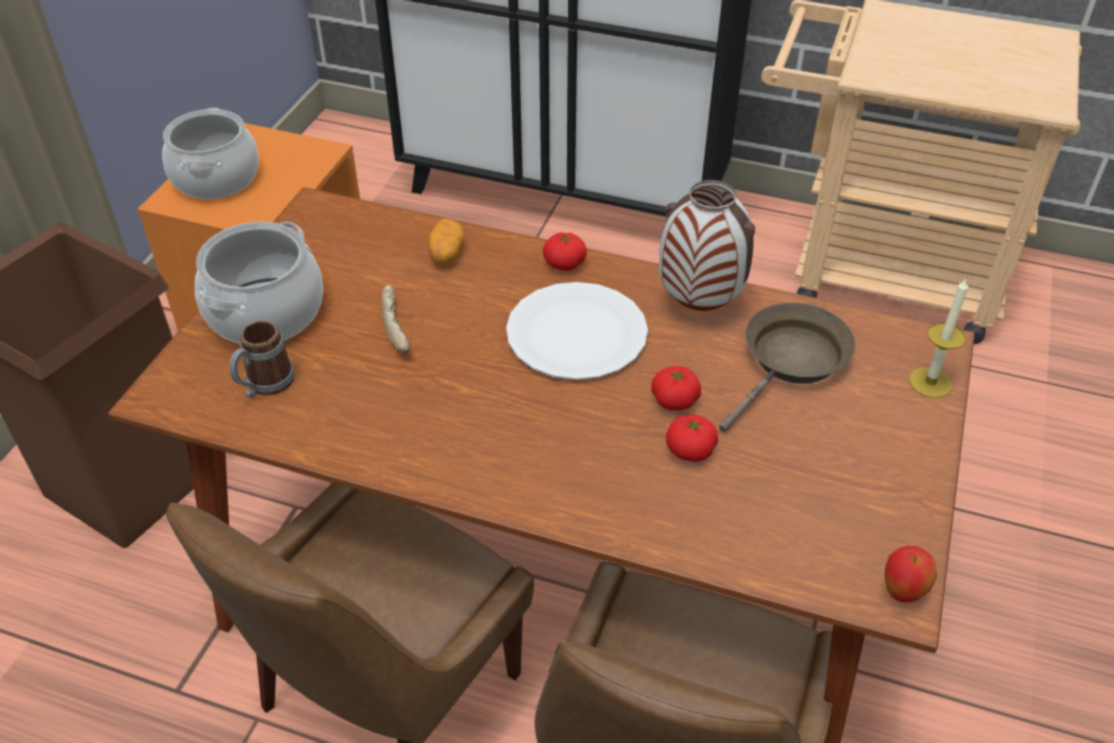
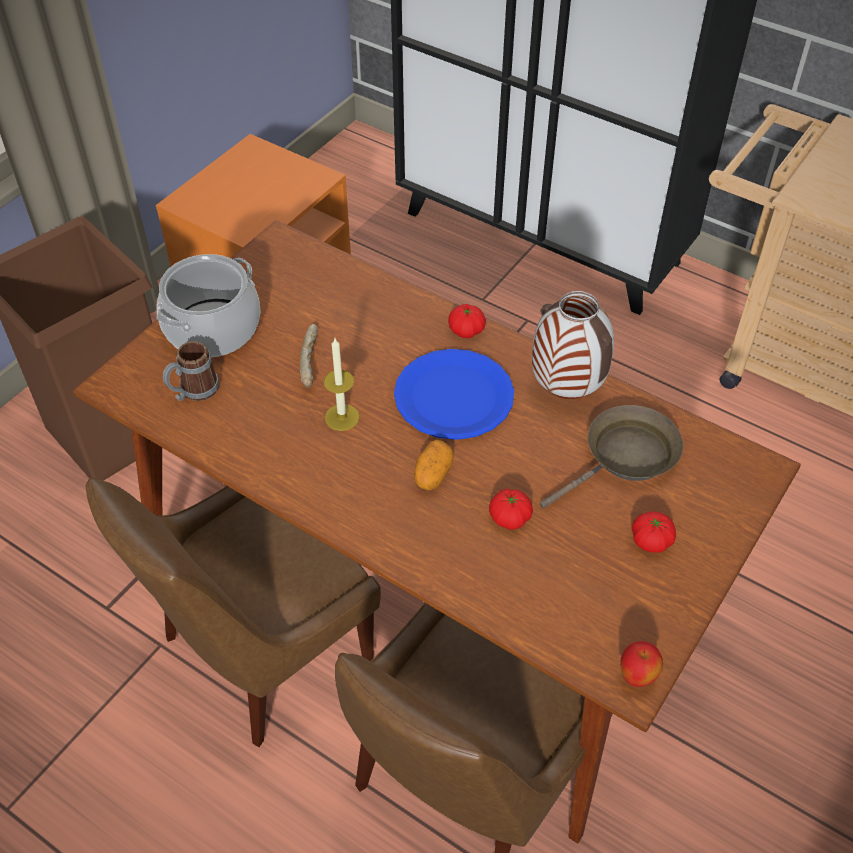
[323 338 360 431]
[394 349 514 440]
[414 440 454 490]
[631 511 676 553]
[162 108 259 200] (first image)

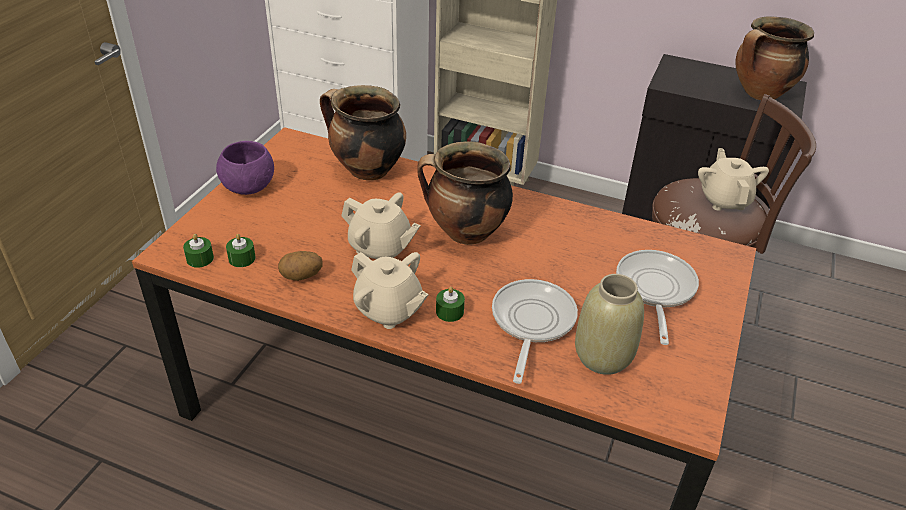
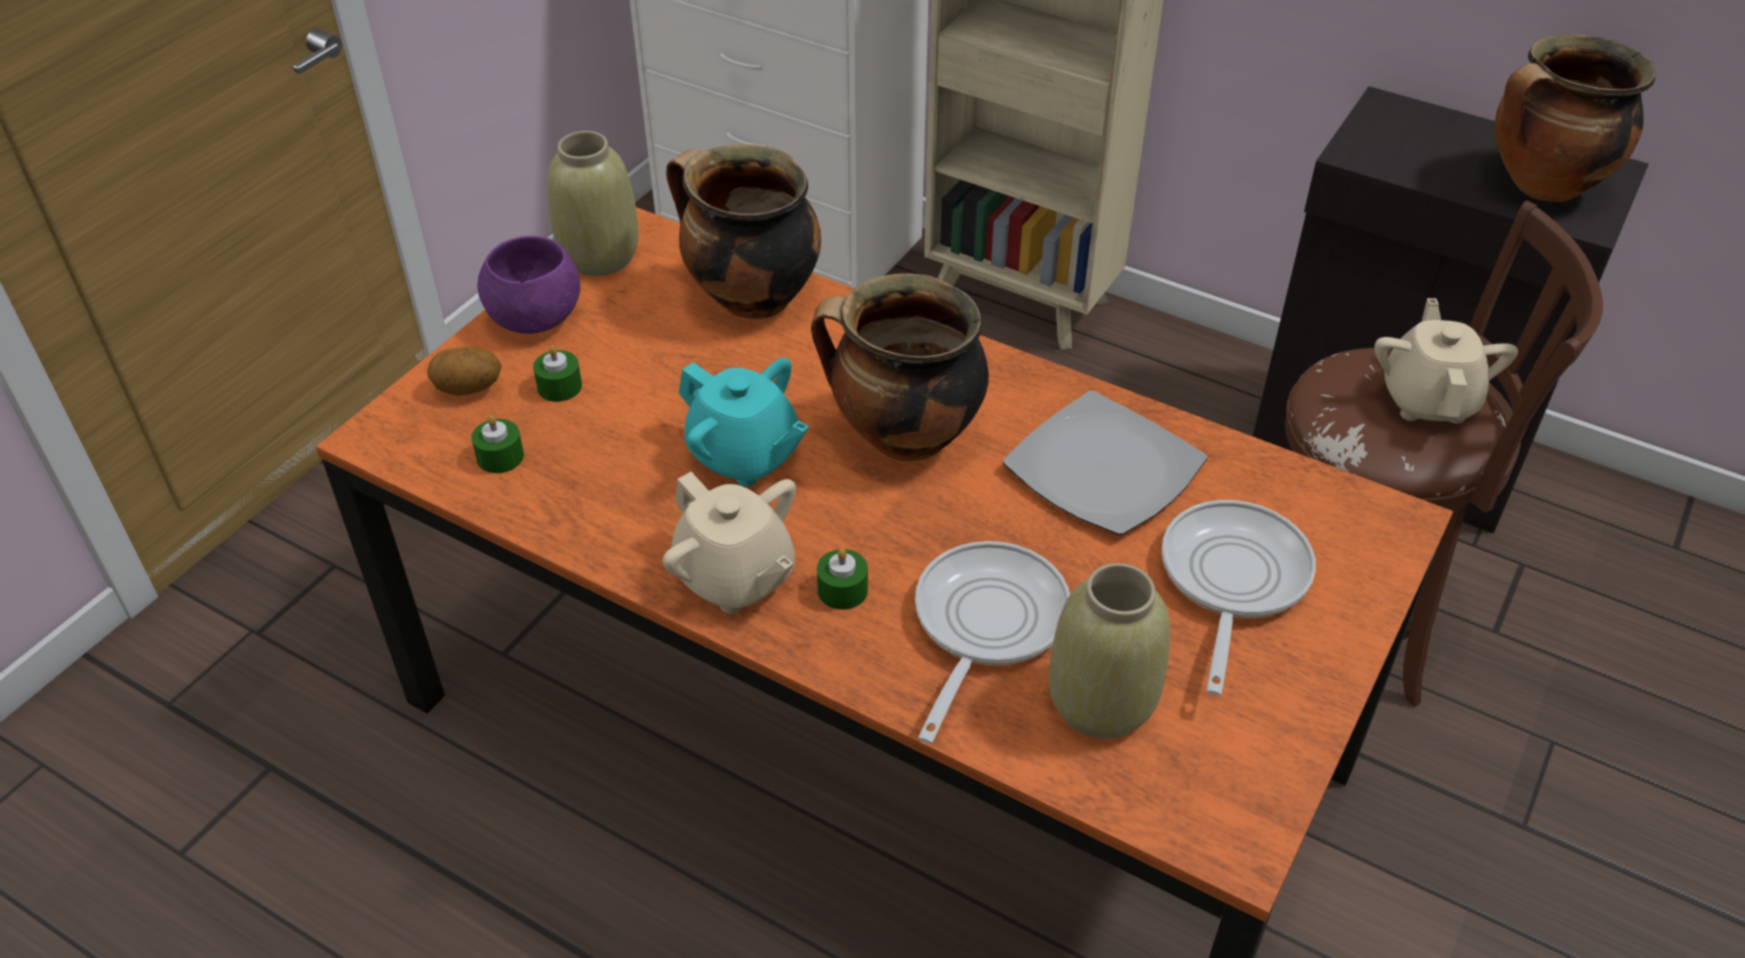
[427 347 502 396]
[533 345 582 402]
[547 131 639 276]
[679 358 809 487]
[1003 391 1207 535]

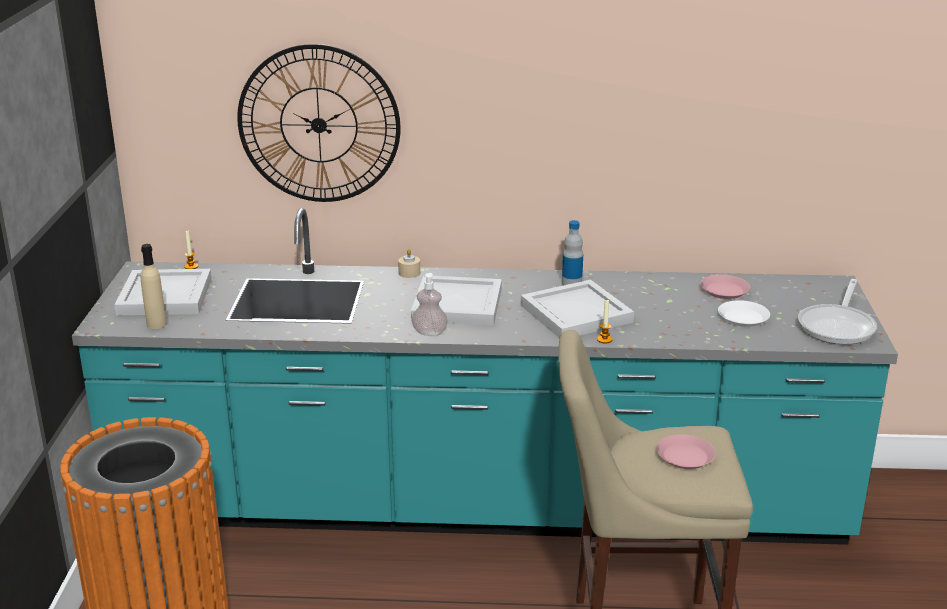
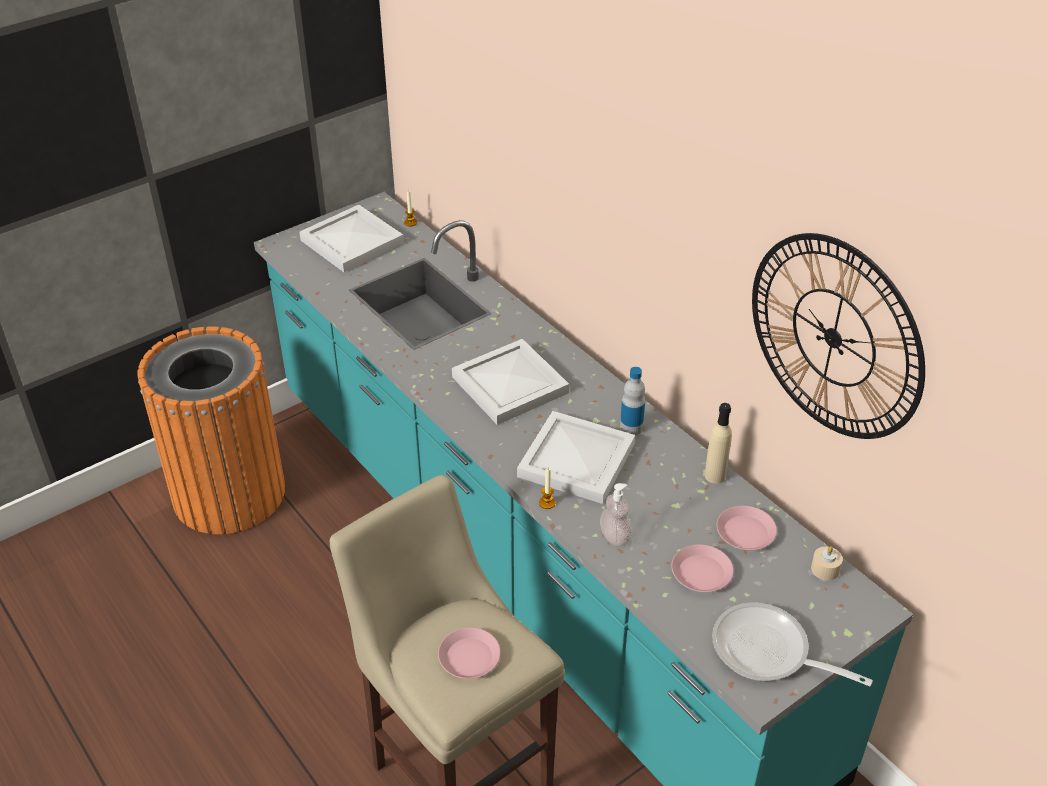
[600 483 632 546]
[671 544 733 592]
[705 403 732 484]
[712 602 873 687]
[752 233 925 439]
[811 546 843 580]

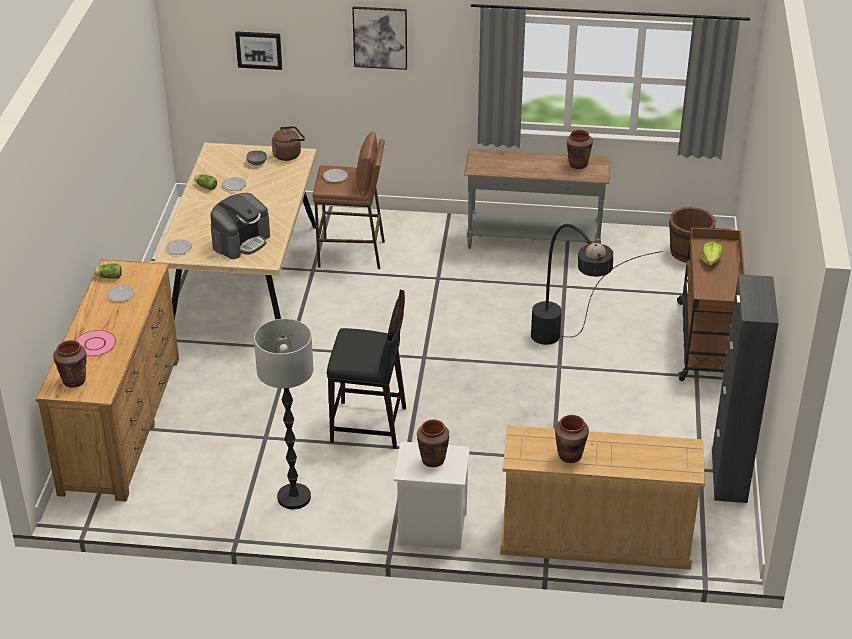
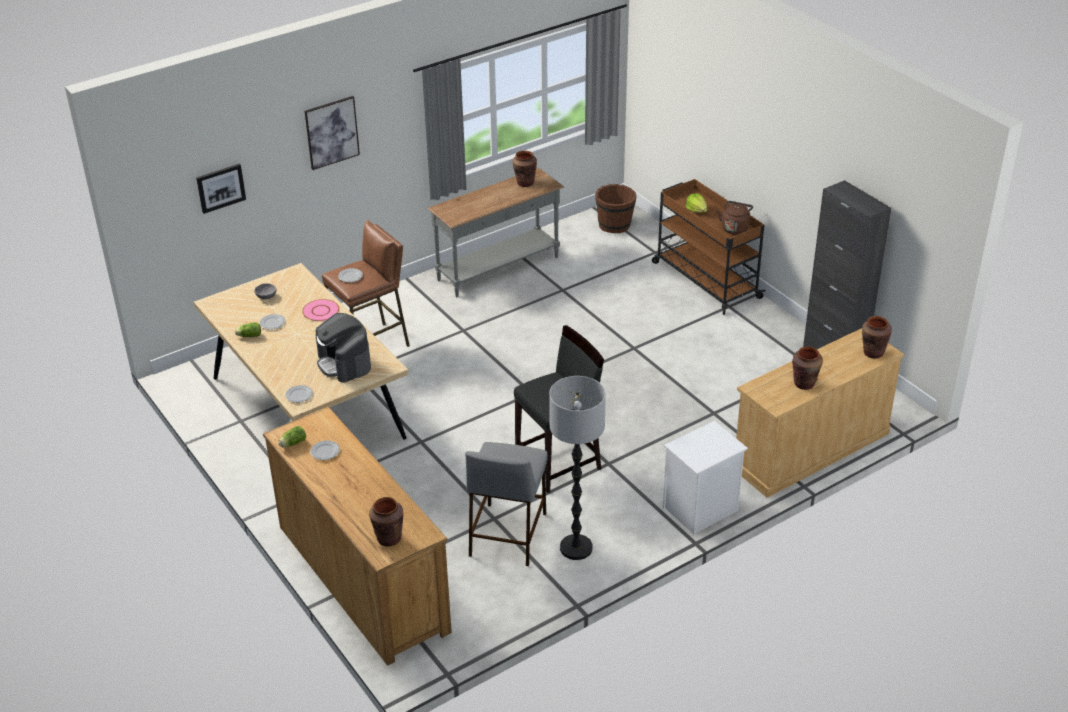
[302 299 339 321]
[315 313 371 383]
[465 442 548 566]
[717 201 753 235]
[862 316 892 359]
[531 224 663 345] (first image)

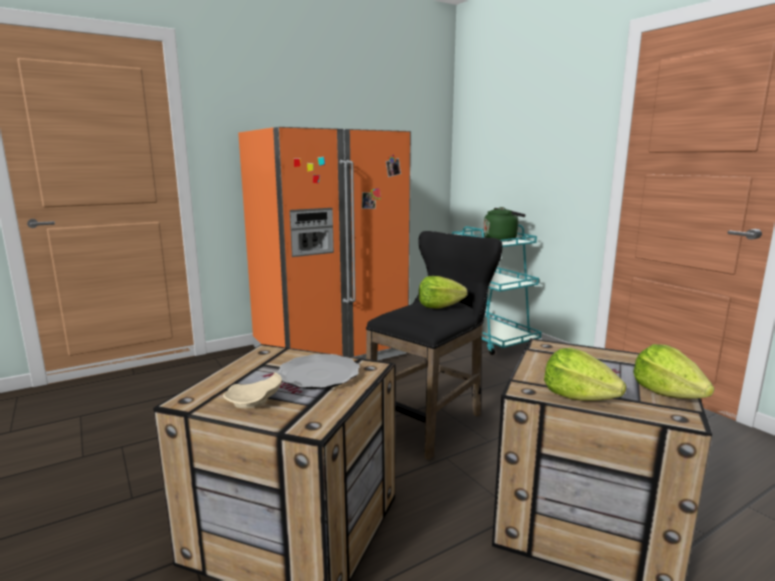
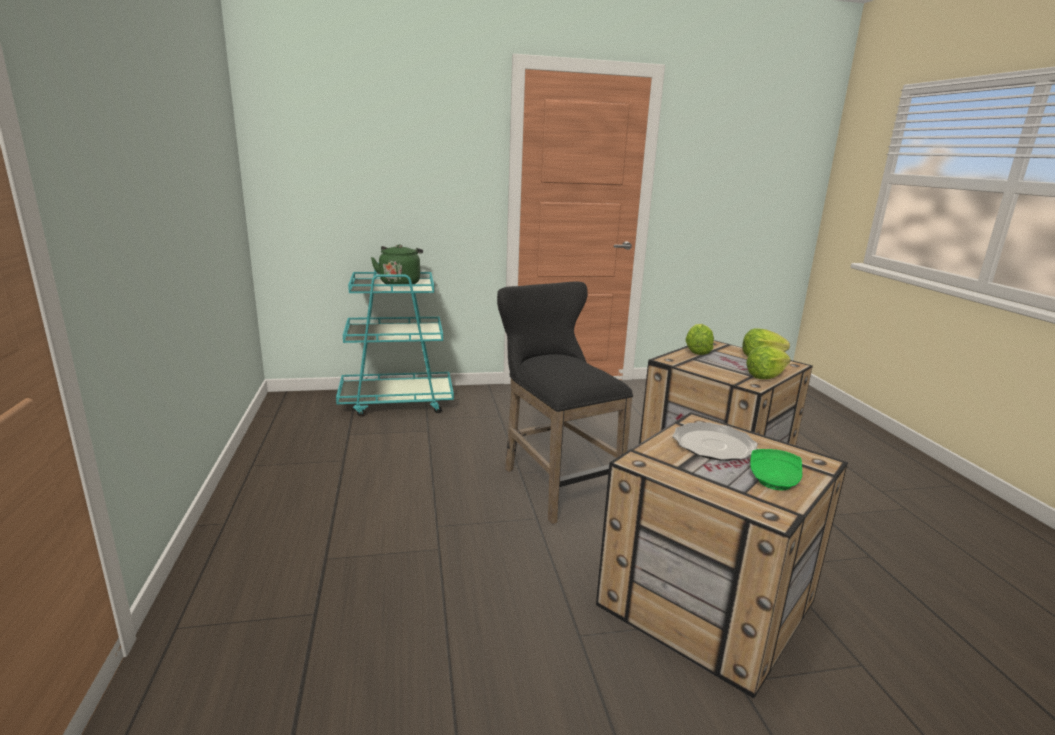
[685 324 714 355]
[750 449 802 490]
[238 127 411 360] (first image)

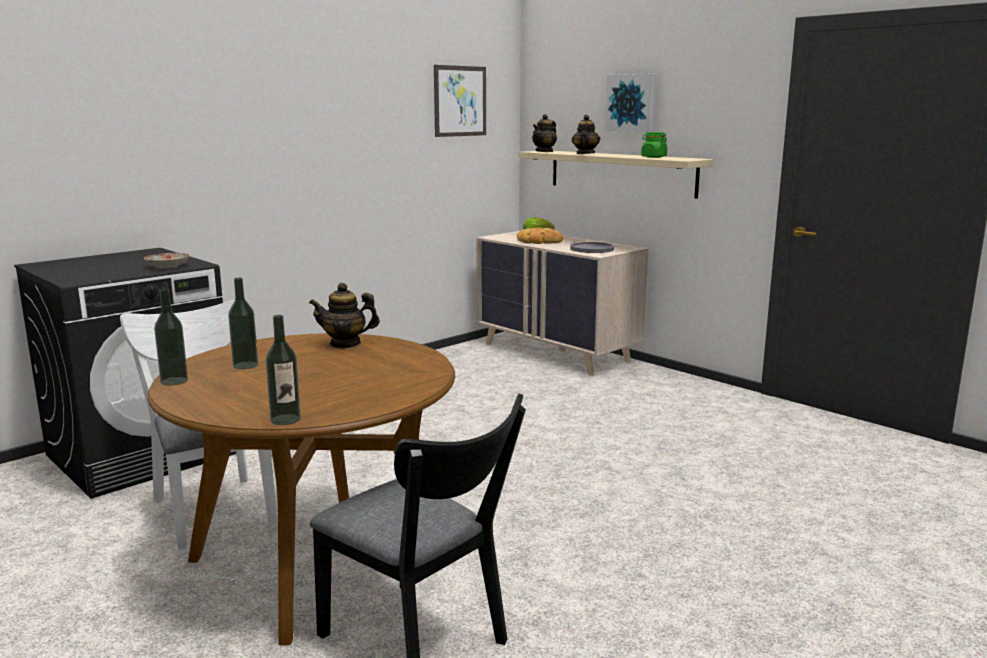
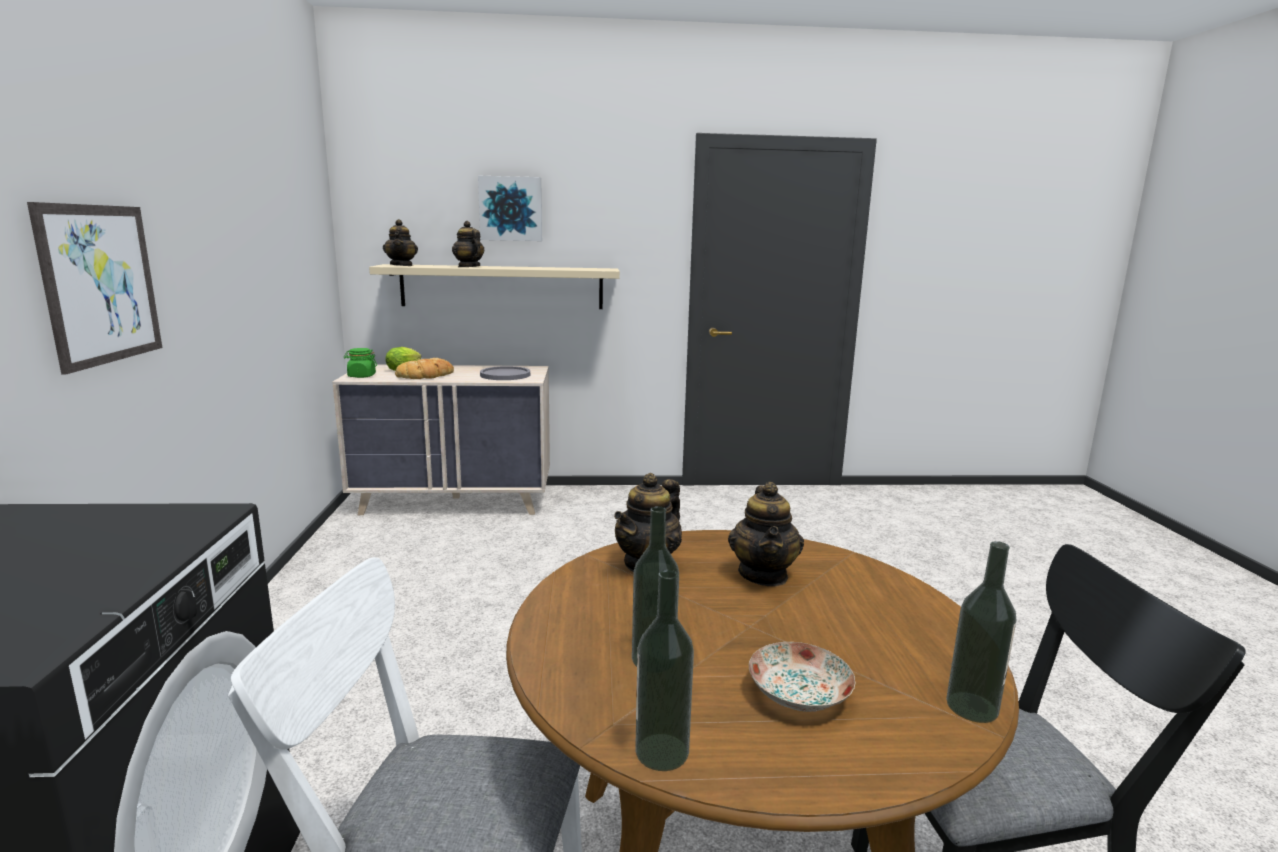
[27 202 162 375]
[344 348 377 378]
[728 481 804 586]
[749 642 855 712]

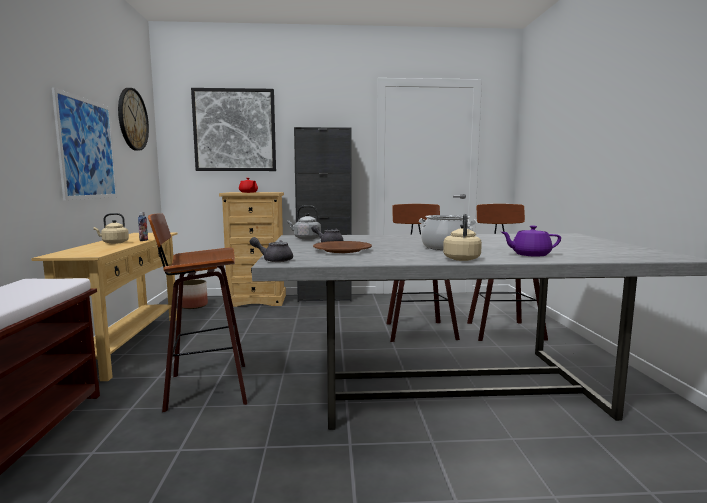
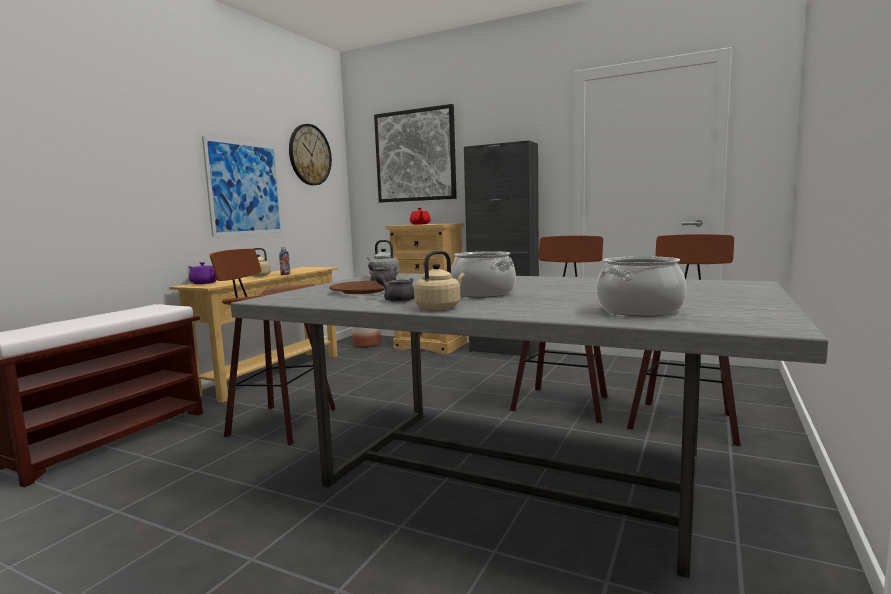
[188 262 217 284]
[375 273 414 302]
[596 256 686 316]

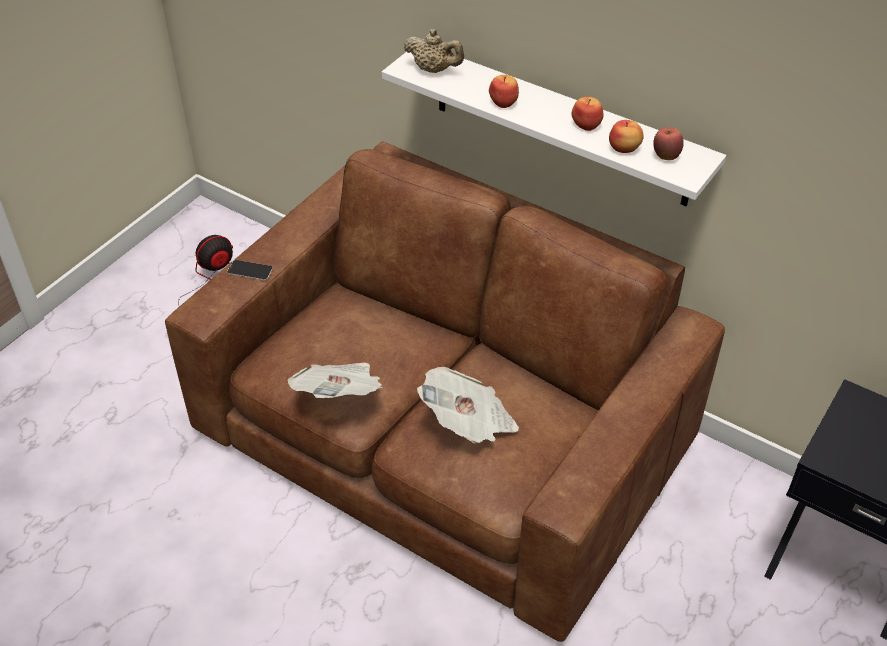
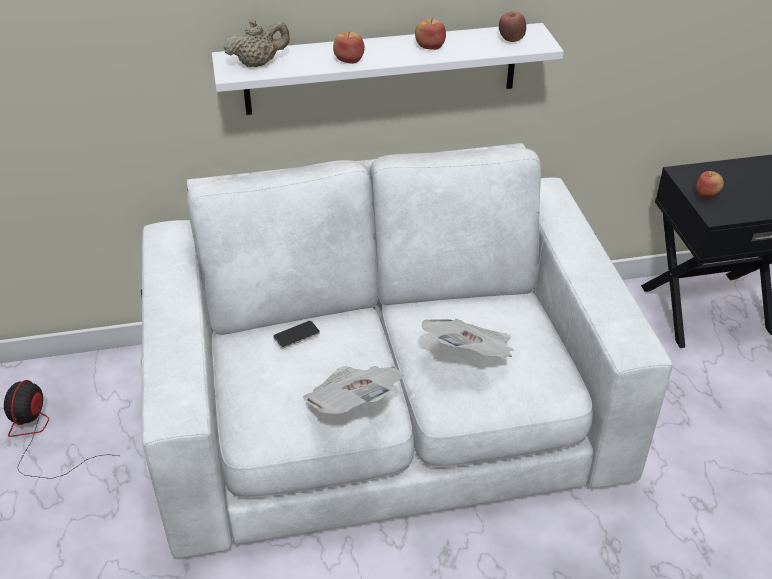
[141 143 673 558]
[273 321 320 348]
[696 171 724 198]

